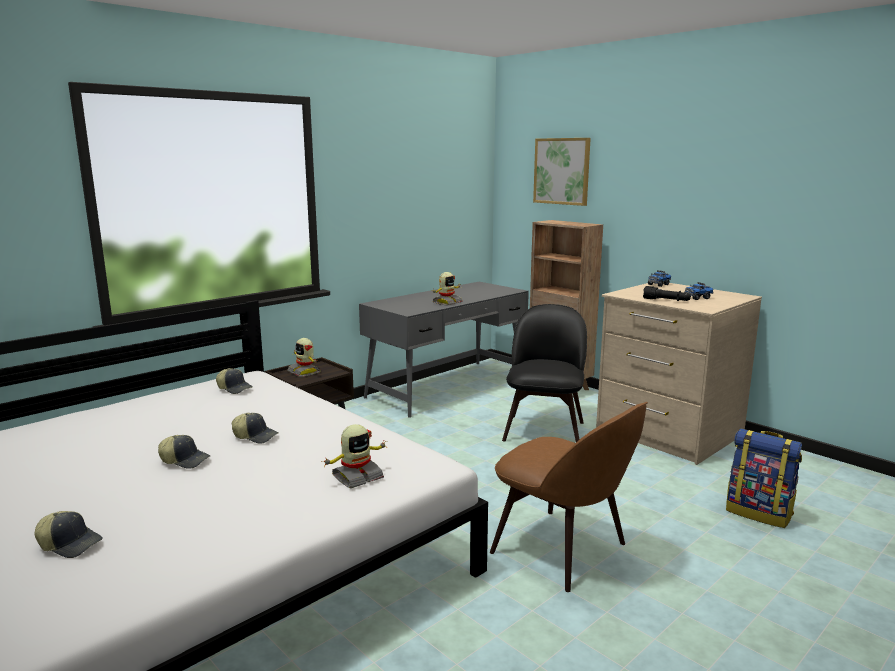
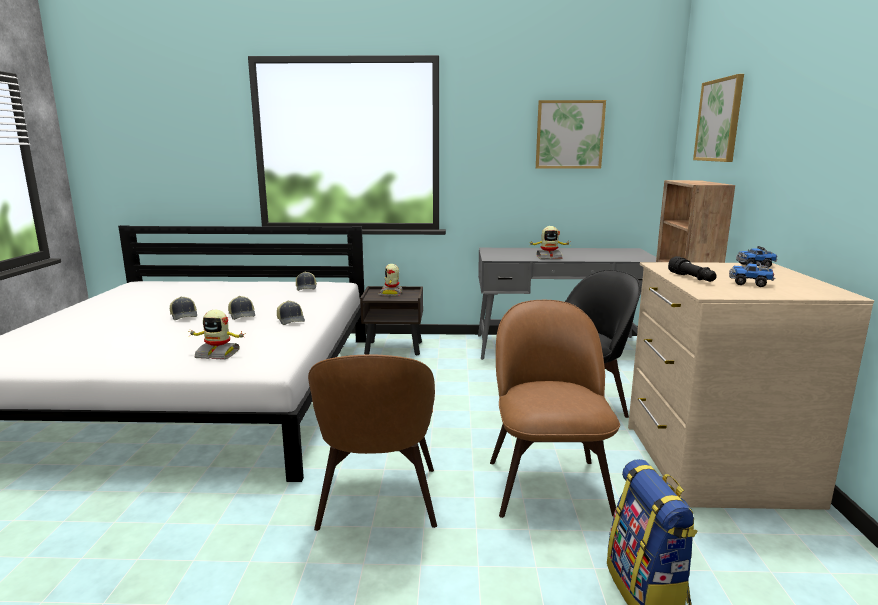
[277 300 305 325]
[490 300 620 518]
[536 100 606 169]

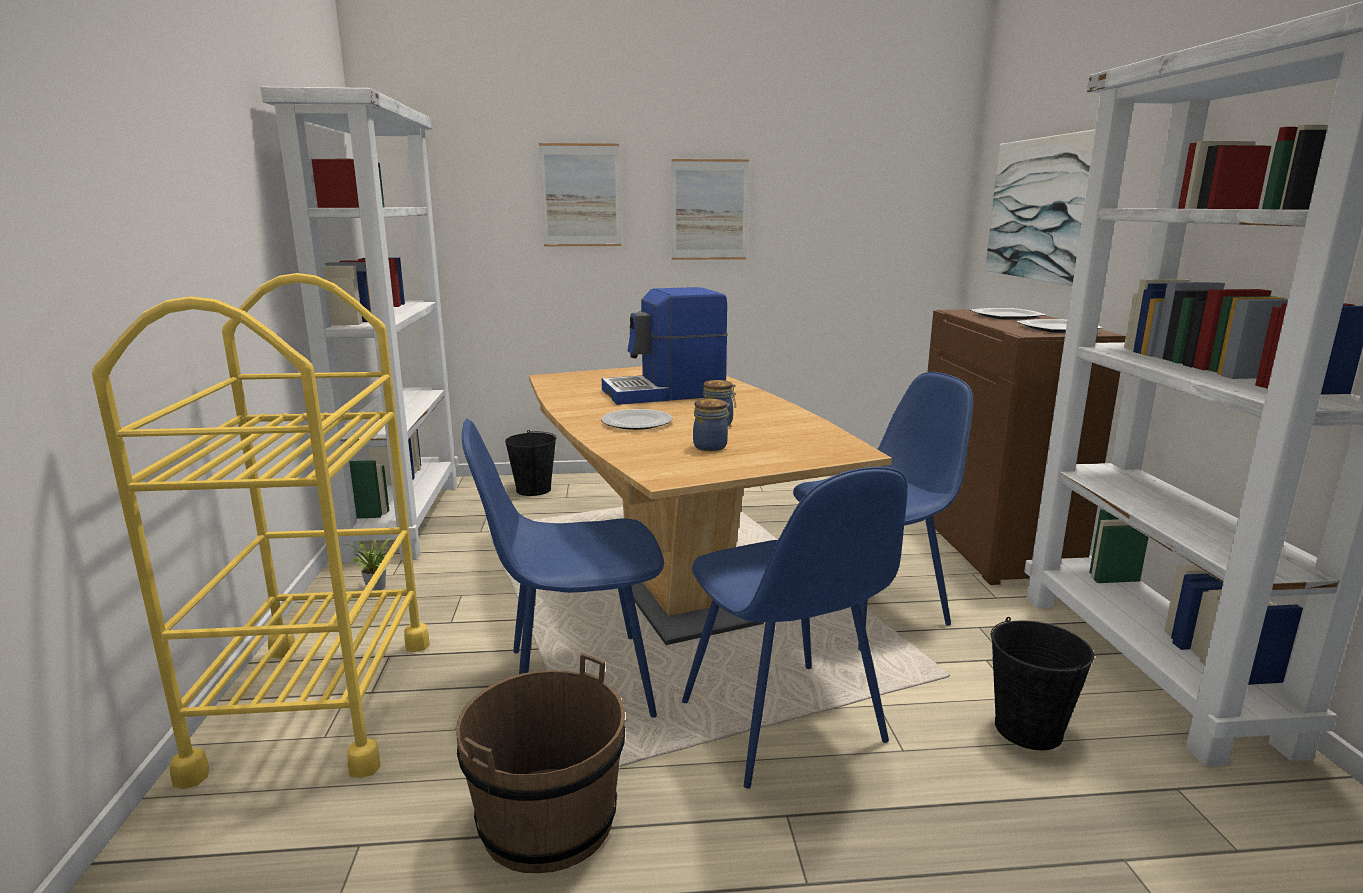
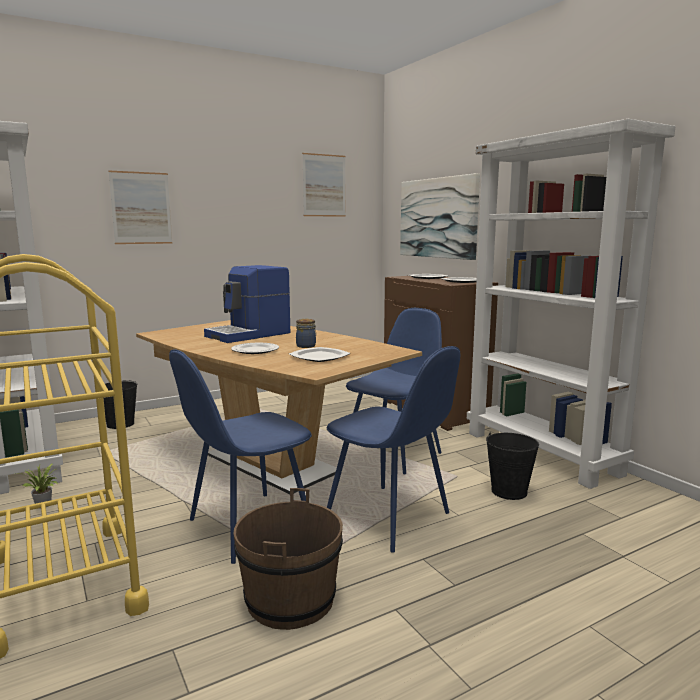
[289 347 350 362]
[302 153 346 217]

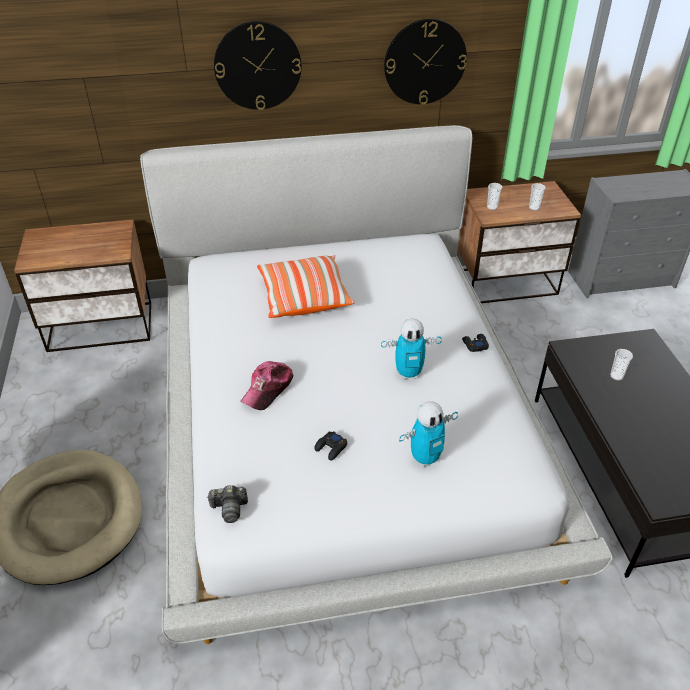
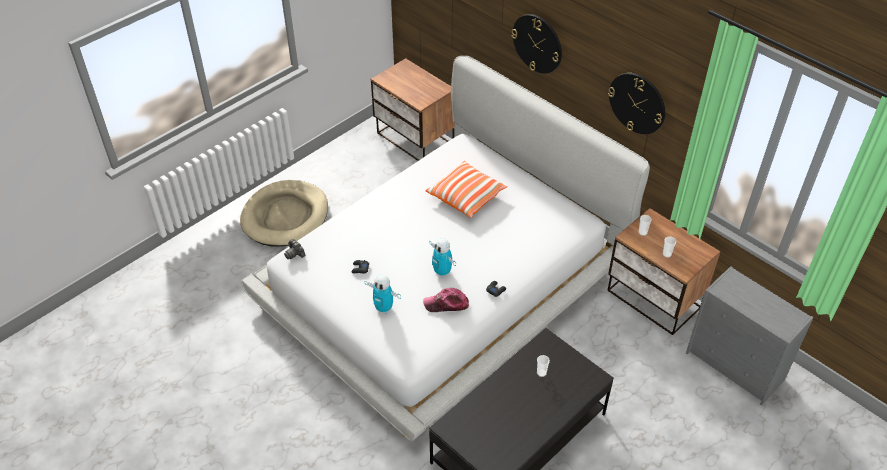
[423 288 469 312]

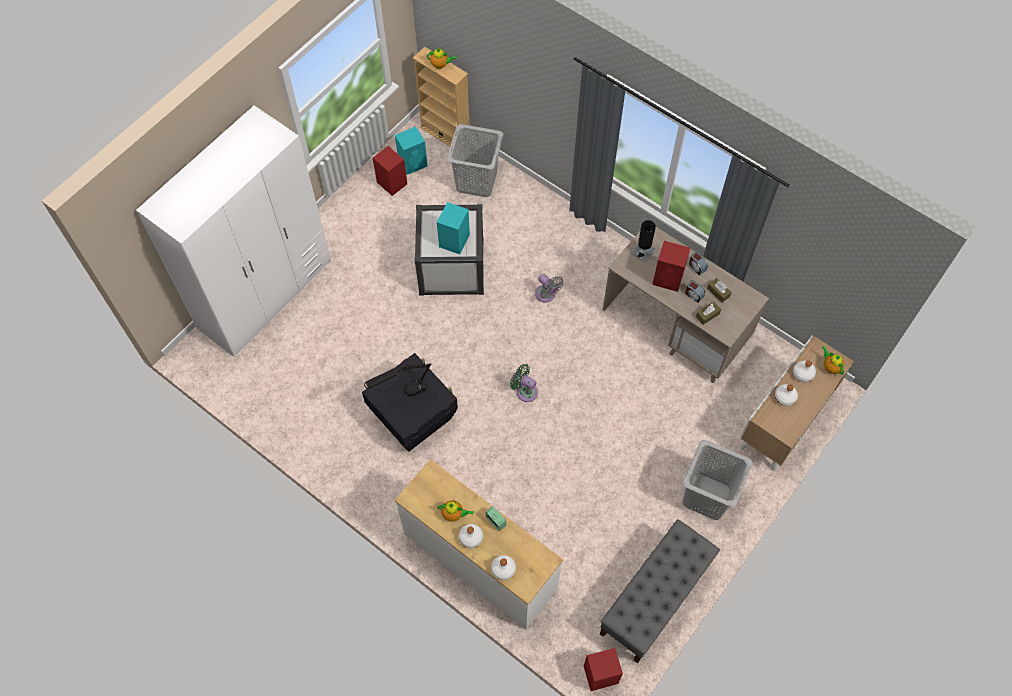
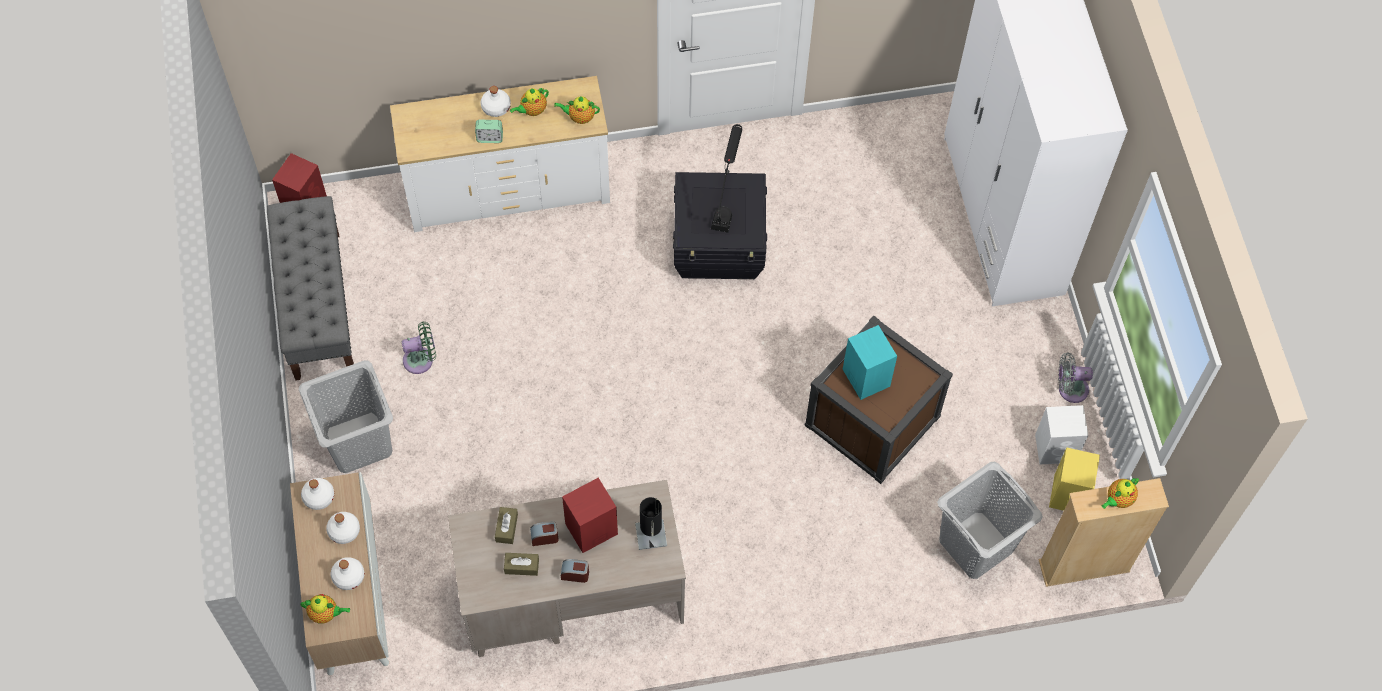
[301 478 334 510]
[402 322 436 374]
[554 96 600 124]
[804 315 953 484]
[1035 405 1088 464]
[1049 447 1100 511]
[1058 352 1093 403]

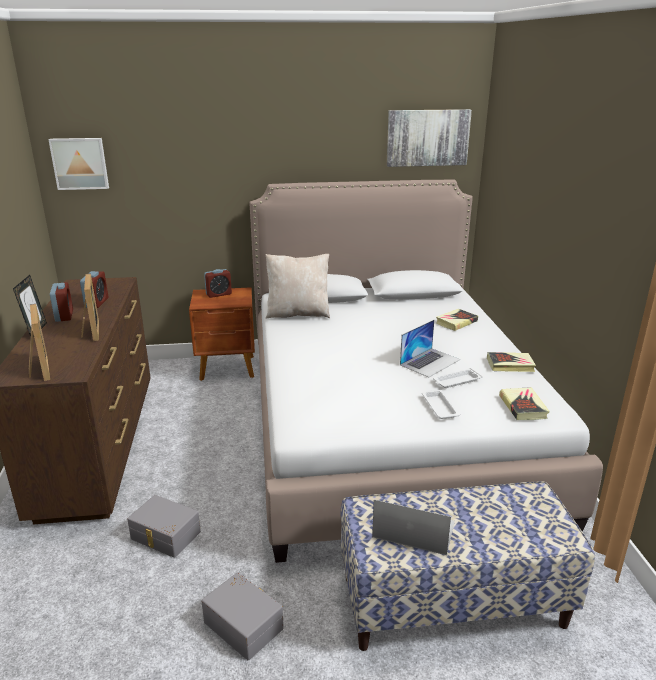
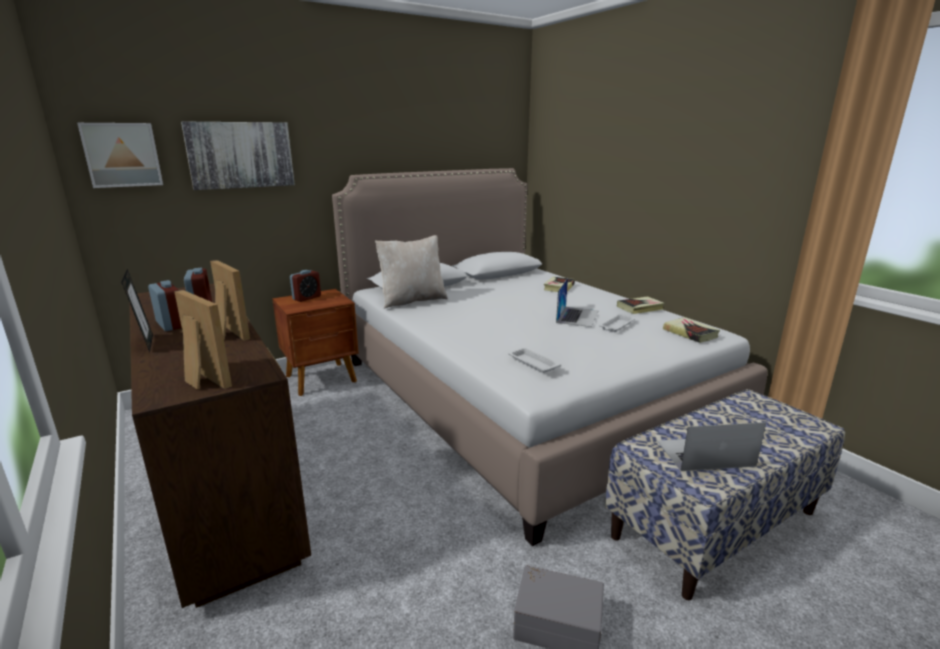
[181 121 295 190]
[508 348 561 373]
[127 495 201 558] (first image)

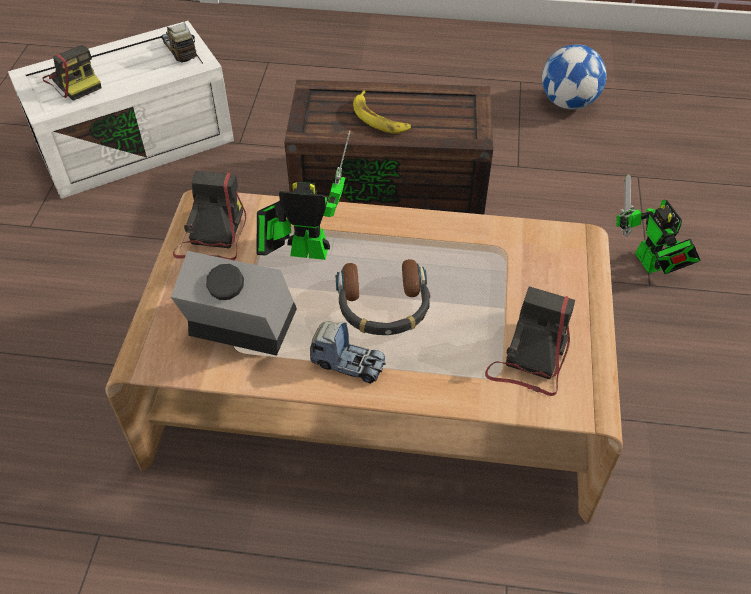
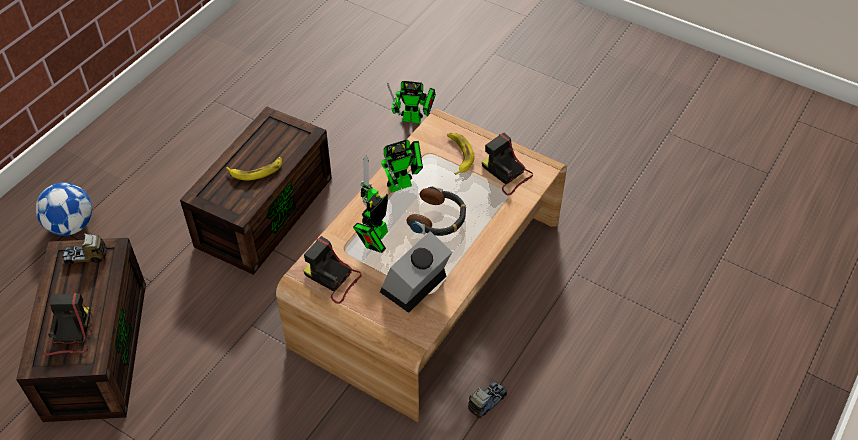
[16 238 146 422]
[36 182 92 236]
[43 293 93 356]
[381 140 423 193]
[447 133 474 175]
[468 382 507 418]

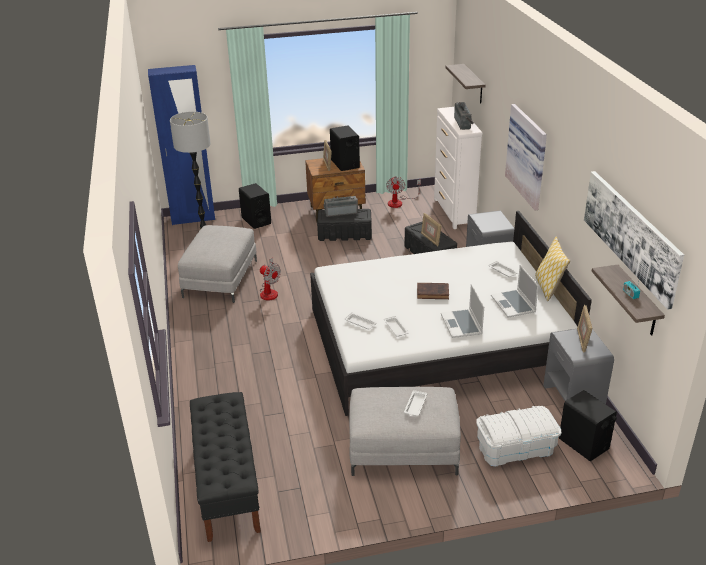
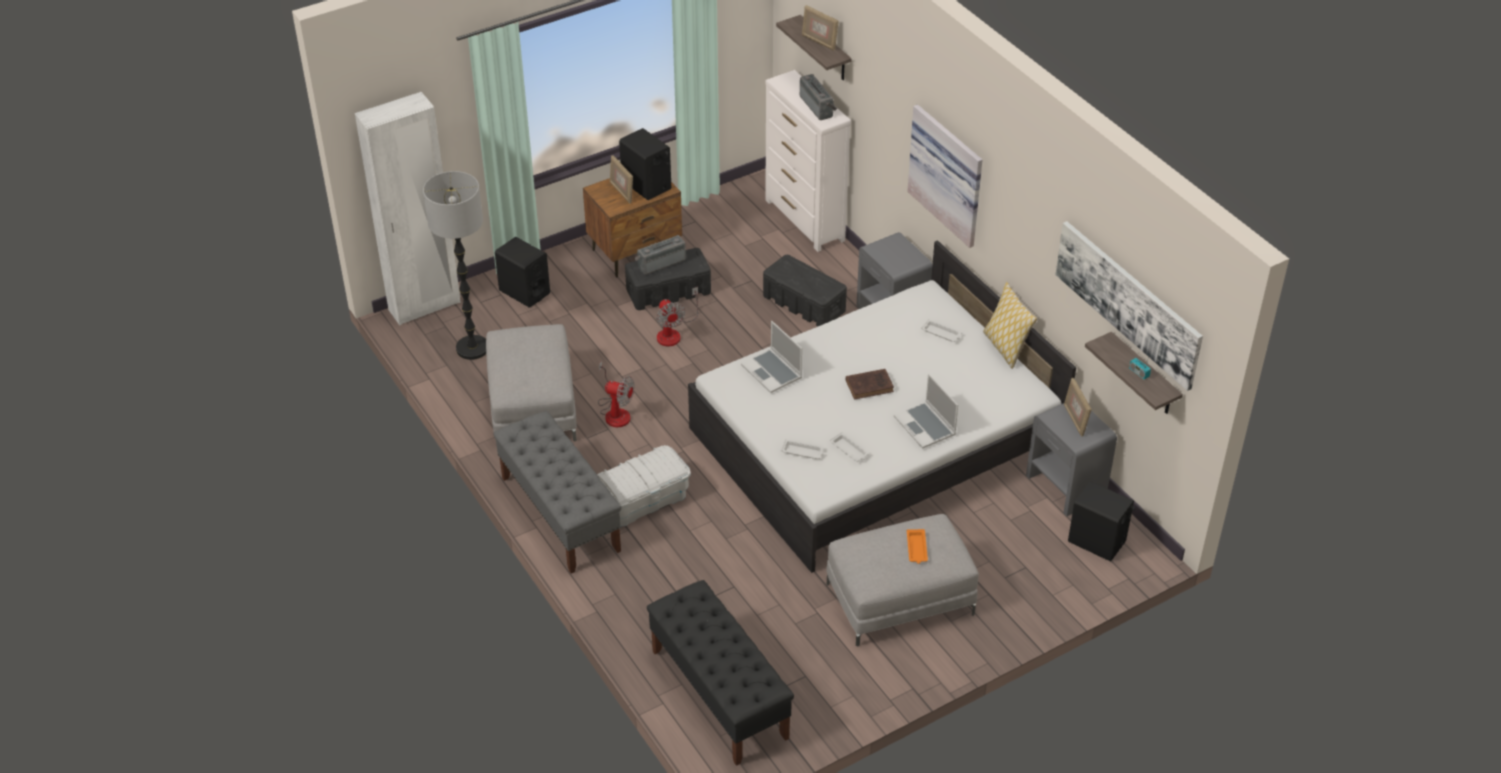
[355 92 461 325]
[493 411 621 573]
[597 445 691 526]
[656 287 698 346]
[741 321 802 393]
[802 5 839 51]
[907 529 928 564]

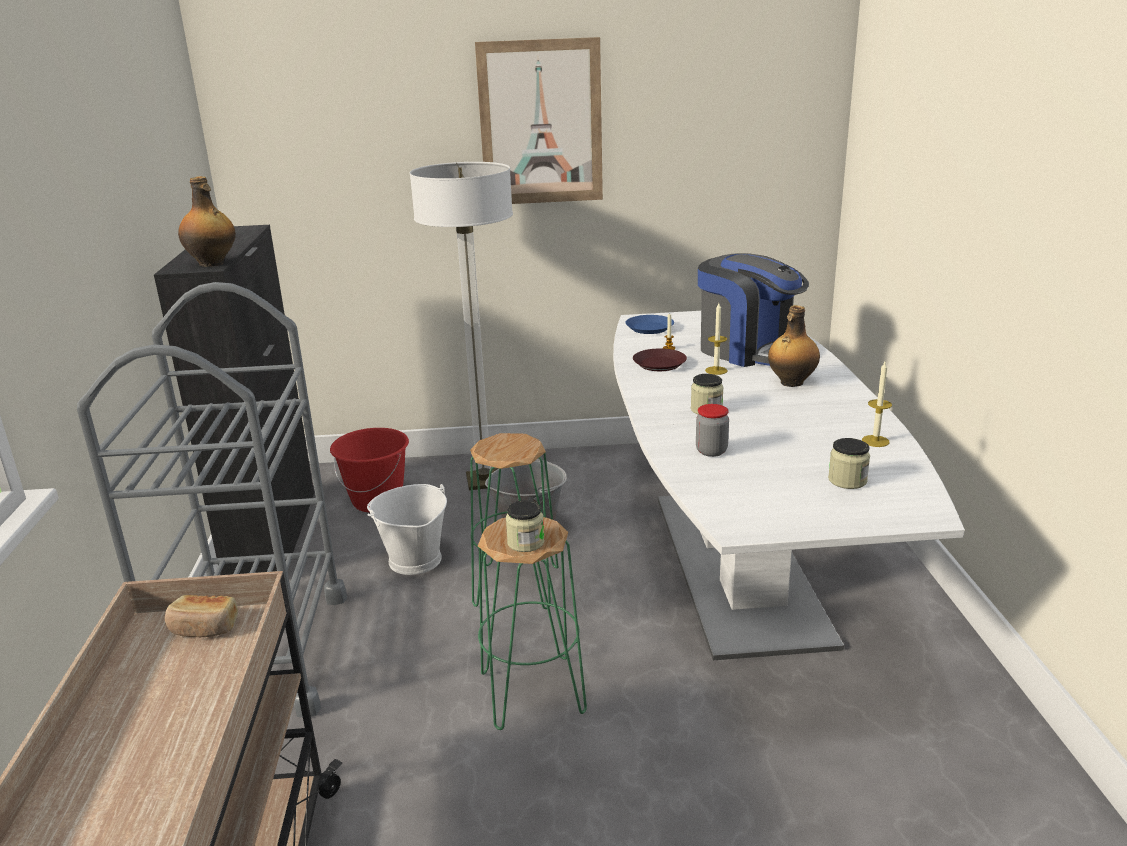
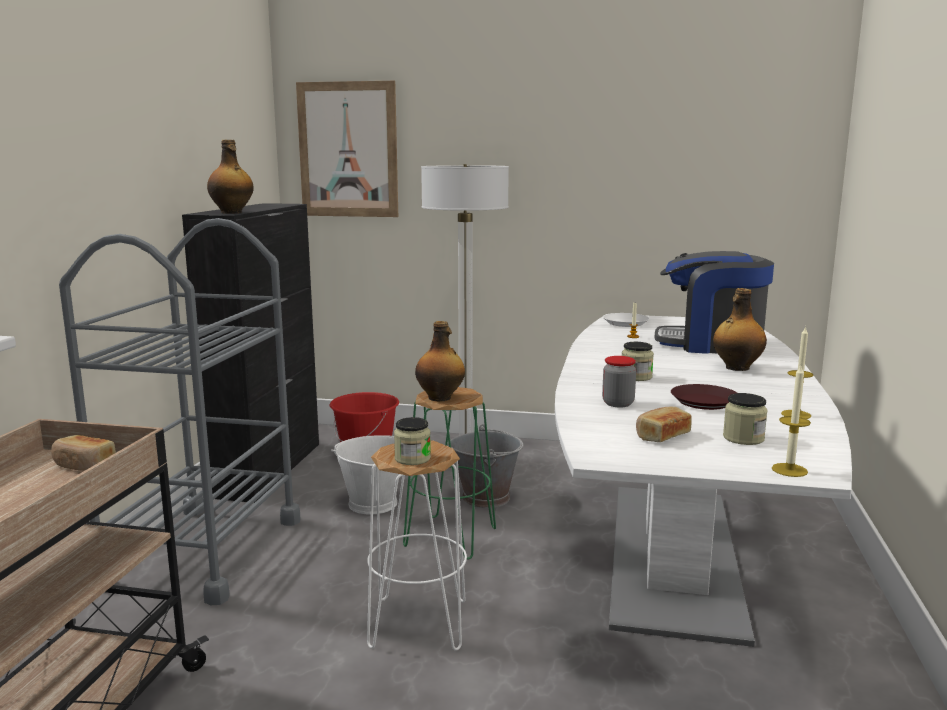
[296 81 398 217]
[367 441 467 651]
[415 321 465 401]
[603 313 649 327]
[636 407 692 442]
[655 251 774 354]
[671 384 737 410]
[772 366 811 477]

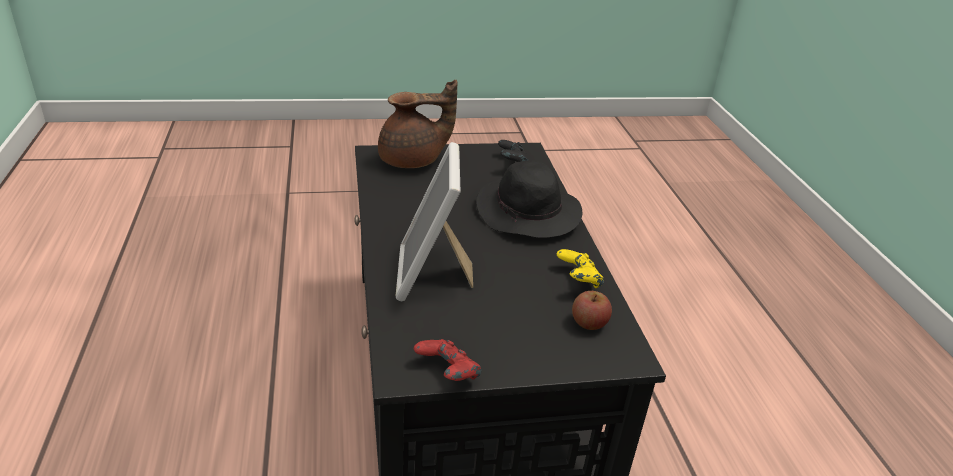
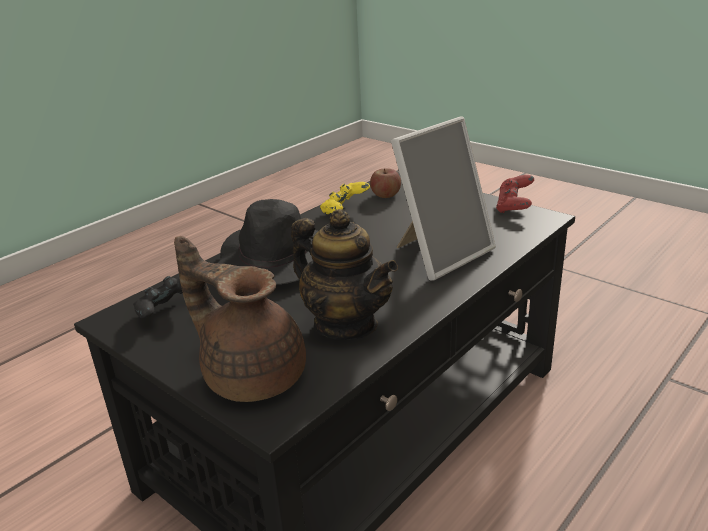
[291 209 398 340]

